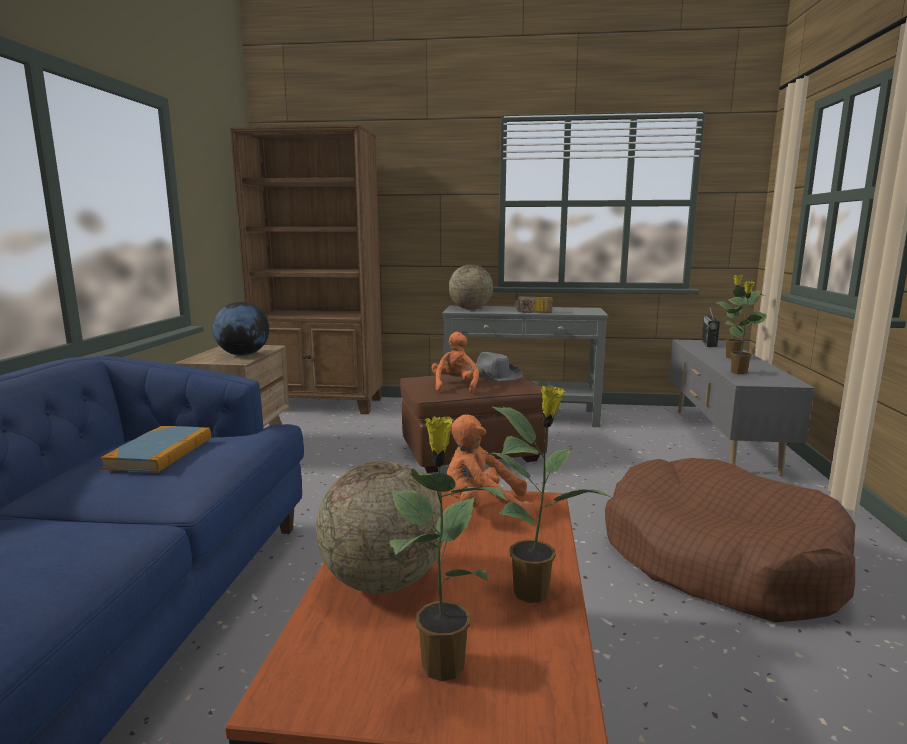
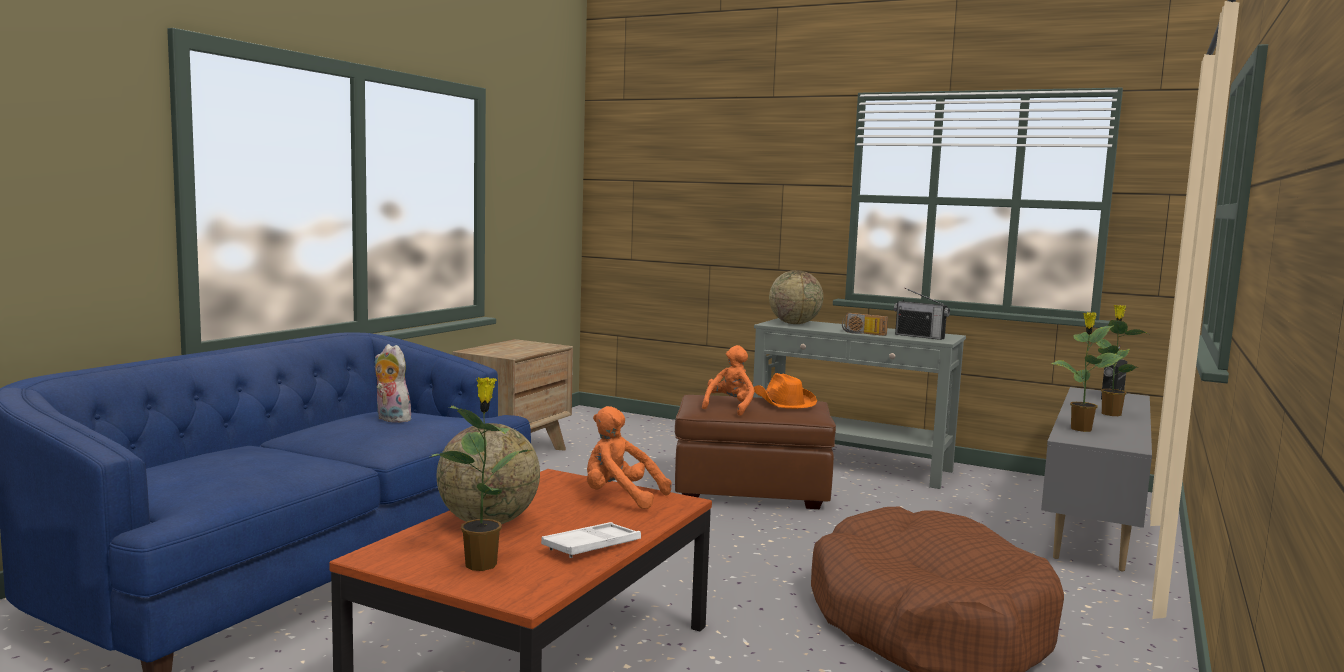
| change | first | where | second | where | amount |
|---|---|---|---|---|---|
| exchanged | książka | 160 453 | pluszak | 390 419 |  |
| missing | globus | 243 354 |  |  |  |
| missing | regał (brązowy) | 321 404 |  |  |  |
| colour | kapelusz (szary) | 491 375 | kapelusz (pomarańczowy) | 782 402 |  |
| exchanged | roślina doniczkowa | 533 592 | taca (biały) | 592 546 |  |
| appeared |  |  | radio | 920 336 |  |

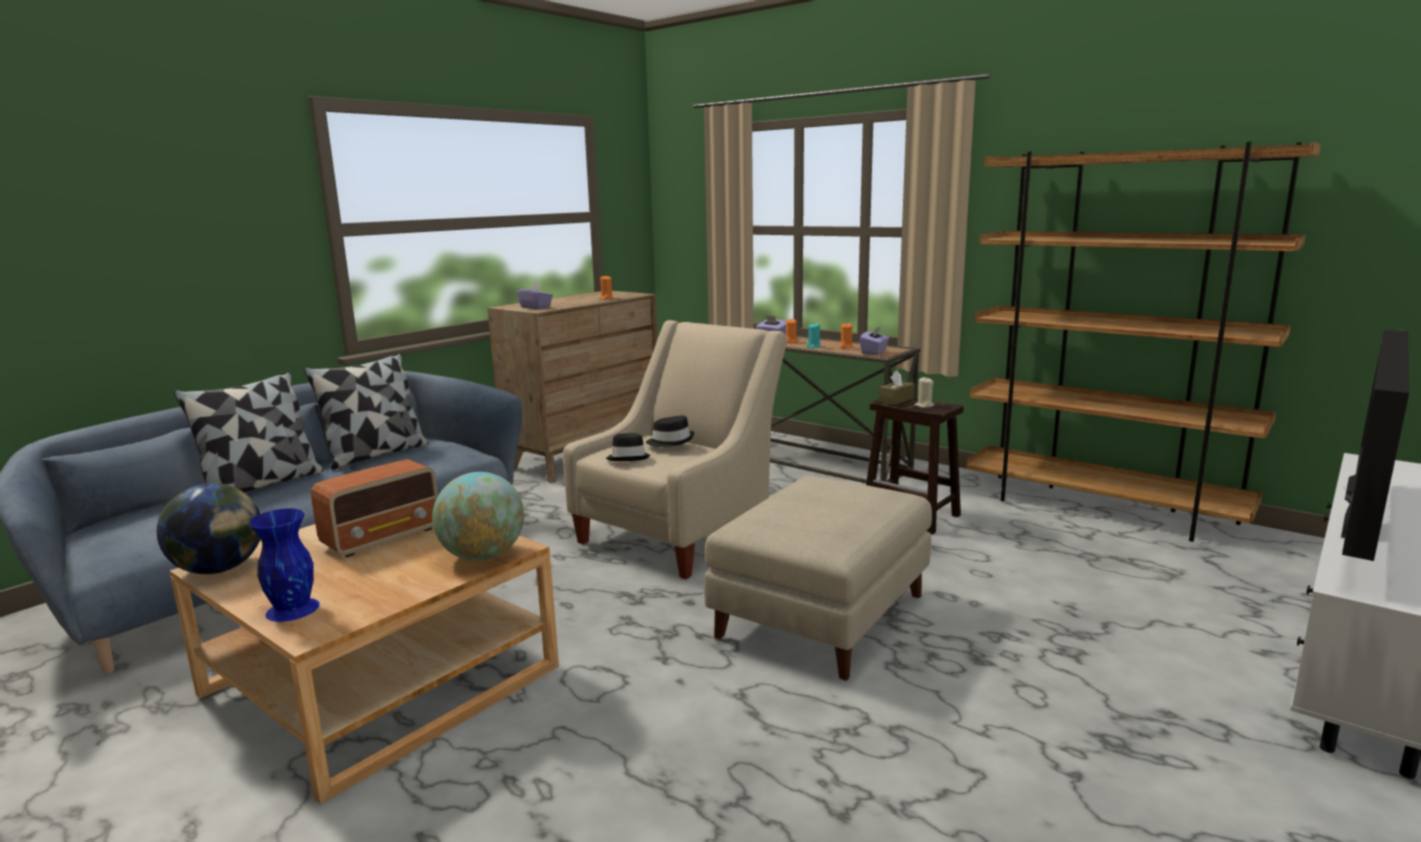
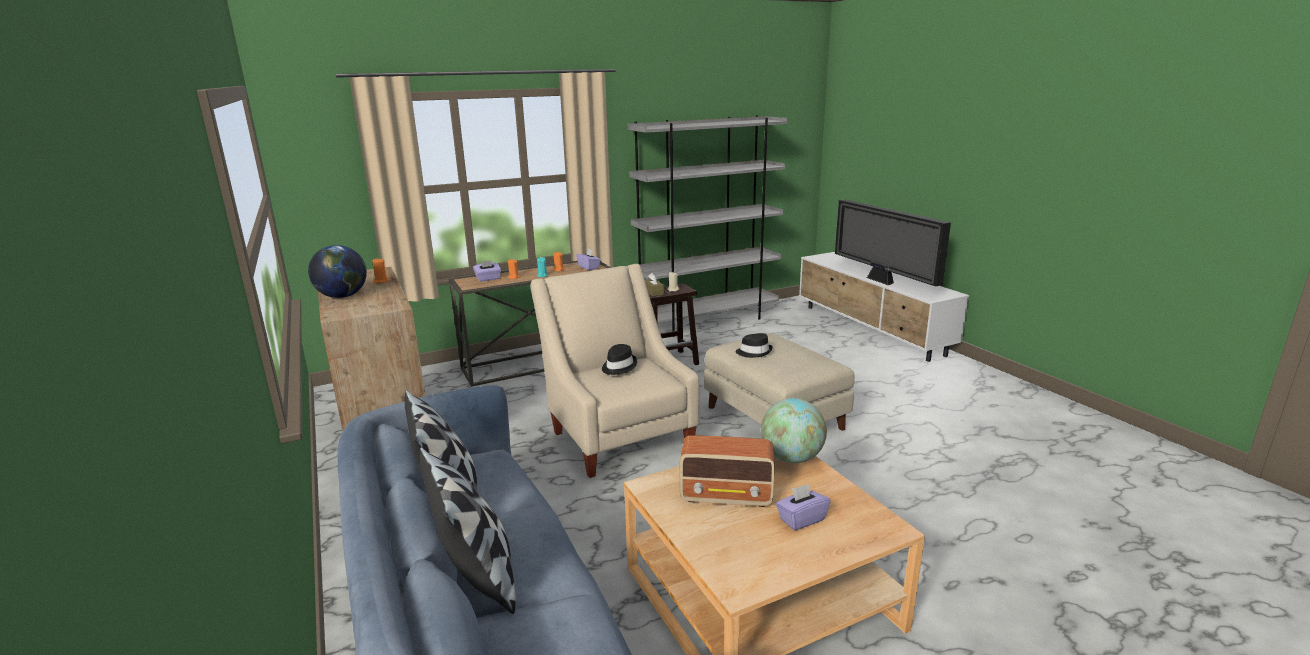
| change | first | where | second | where | amount |
|---|---|---|---|---|---|
| relocated | globus | 219 569 |  | 343 296 |  |
| missing | wazon (niebieski) | 292 609 |  |  |  |
| spun | radio | 383 538 |  | 727 496 | 120 degrees clockwise |
| relocated | pudełko chusteczek (fioletowy) | 536 307 |  | 801 519 |  |
| relocated | kapelusz (czarny) | 628 458 |  | 754 352 |  |
| colour | regał (brązowy) | 1101 509 | regał (szary) | 707 321 |  |

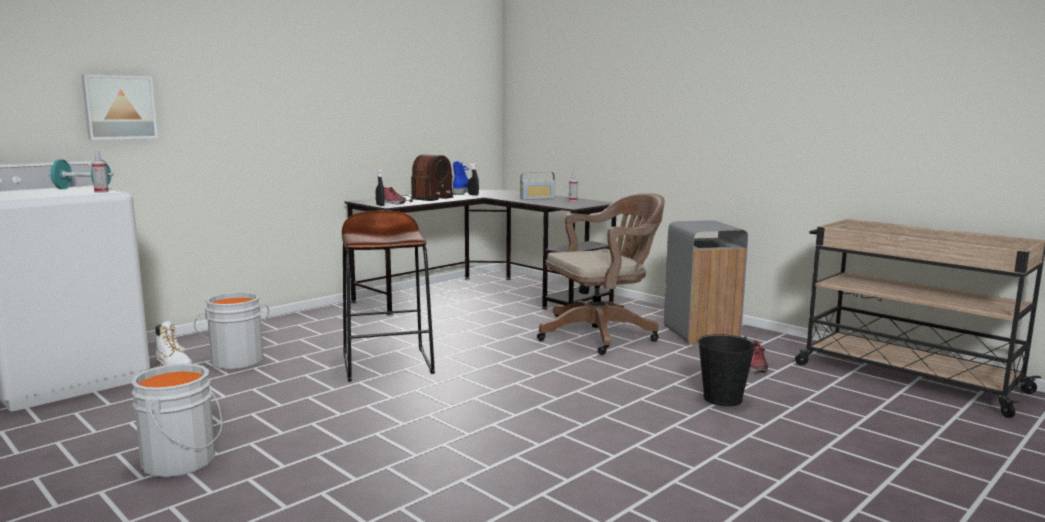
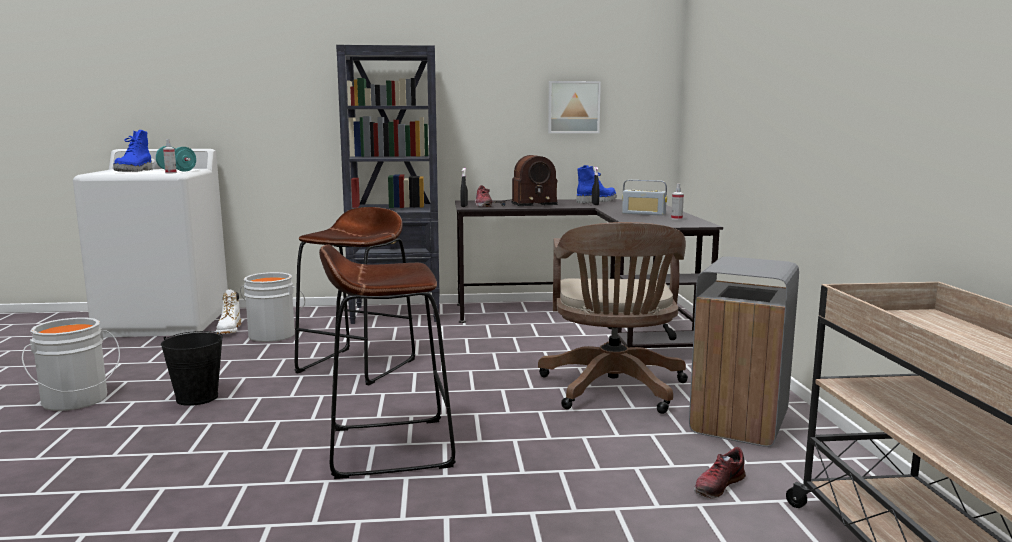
| change | first | where | second | where | amount |
|---|---|---|---|---|---|
| relocated | obraz | 119 107 |  | 573 107 |  |
| spun | krzesło biurowe (brązowy) | 602 334 |  | 613 391 | 75 degrees clockwise |
| relocated | wiadro (czarny) | 723 399 |  | 197 398 |  |
| appeared |  |  | but z cholewką (niebieski) | 135 171 |  |
| appeared |  |  | stołek (brązowy) | 389 447 |  |
| appeared |  |  | regał (czarny) | 397 314 |  |

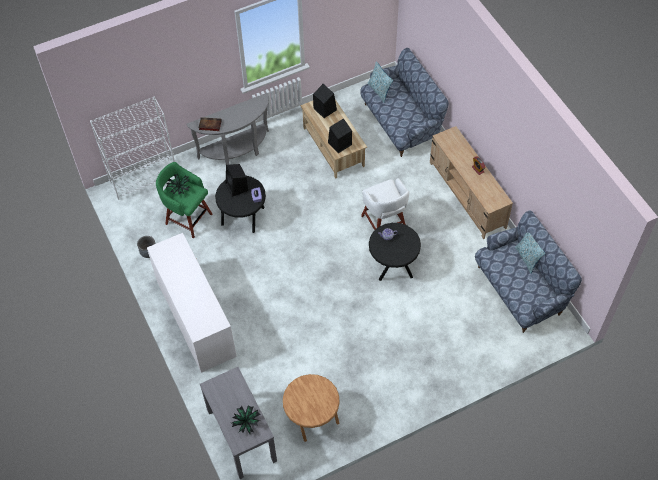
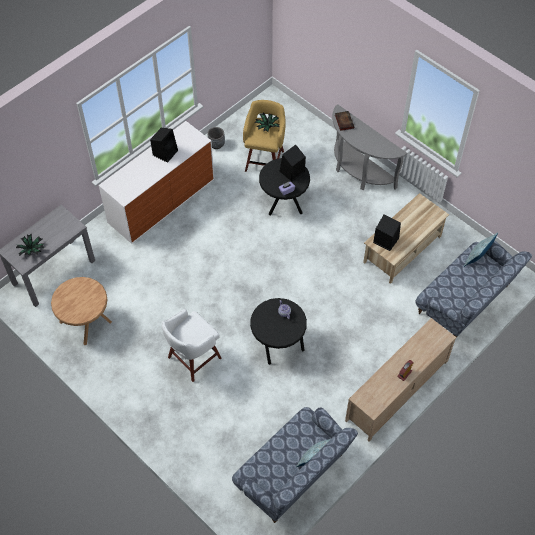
| change | first | where | second | where | amount |
|---|---|---|---|---|---|
| missing | regał (biały) | 144 178 |  |  |  |
| colour | stołek (zielony) | 187 218 | stołek (żółty) | 265 160 |  |
| relocated | głośnik (czarny) | 324 109 |  | 165 152 |  |
| relocated | stołek (biały) | 384 224 |  | 193 358 |  |

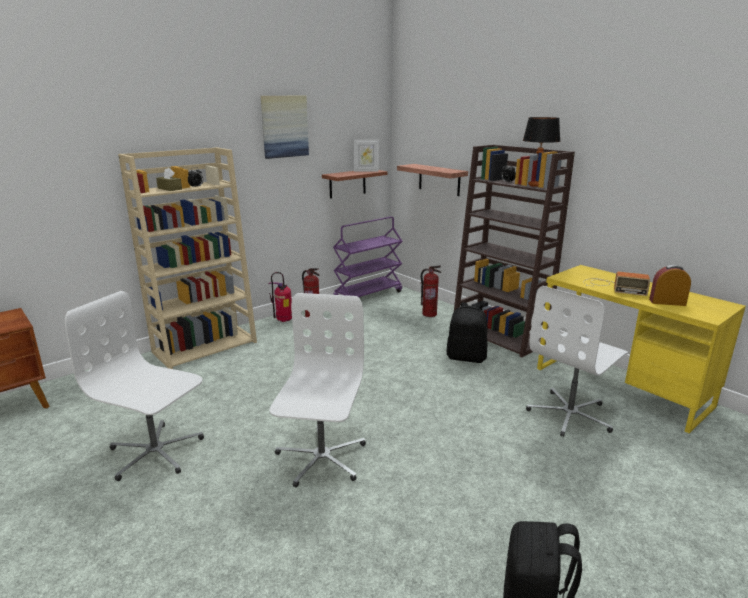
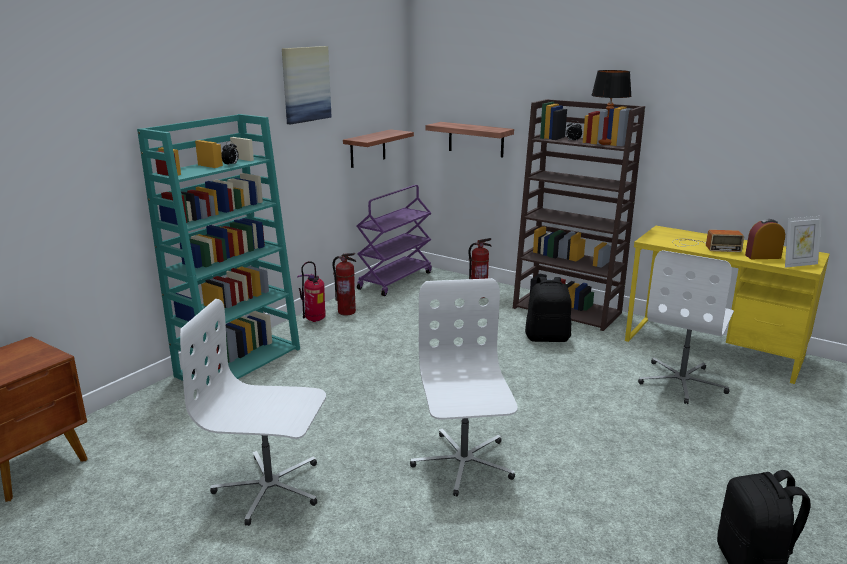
| change | first | where | second | where | amount |
|---|---|---|---|---|---|
| colour | regał (beżowy) | 205 346 | regał (turkusowy) | 239 361 |  |
| missing | pudełko chusteczek (brązowy) | 169 189 |  |  |  |
| relocated | ramka na zdjęcie | 366 171 |  | 798 264 |  |

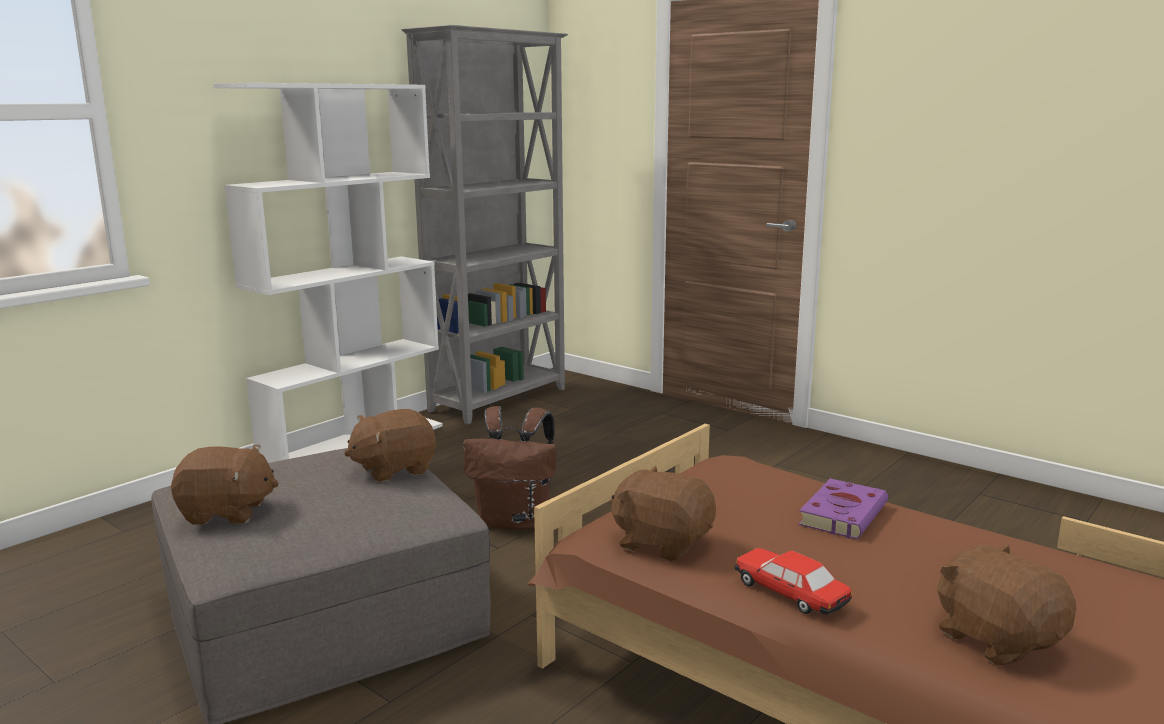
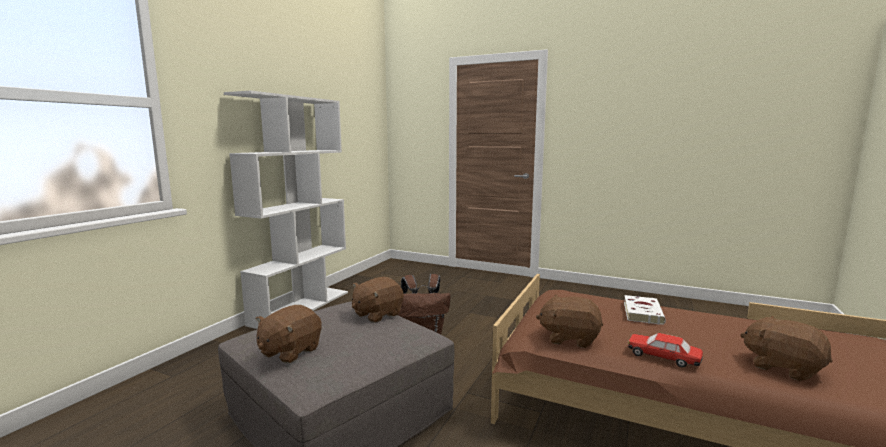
| change | first | where | second | where | amount |
|---|---|---|---|---|---|
| spun | pluszak (brązowy) | 227 512 |  | 289 351 | 135 degrees clockwise |
| missing | regał (szary) | 500 400 |  |  |  |
| colour | książka (fioletowy) | 843 514 | książka (biały) | 642 312 |  |

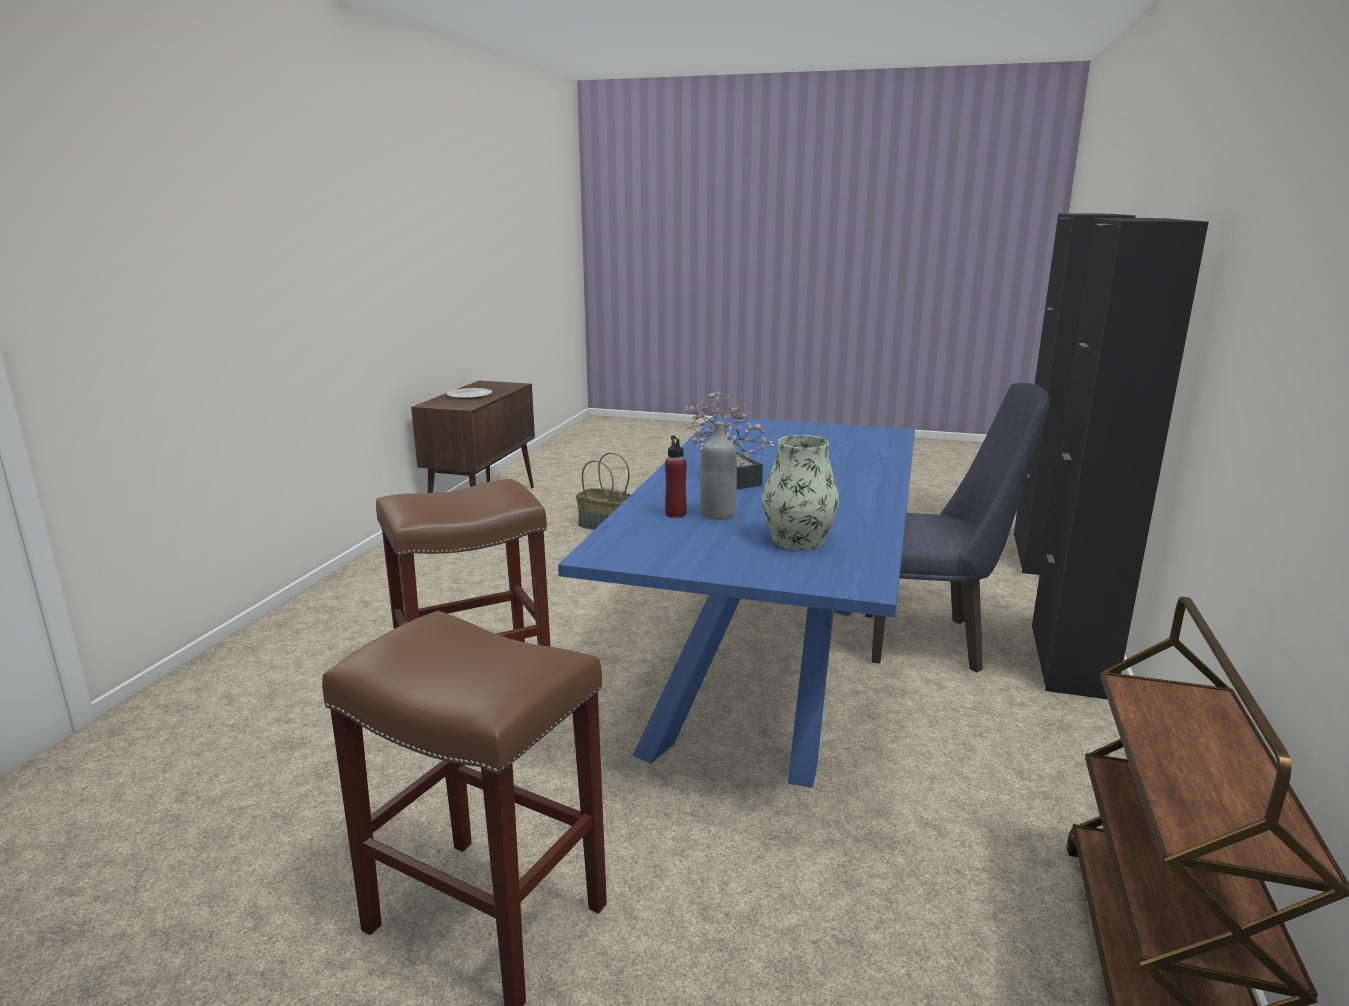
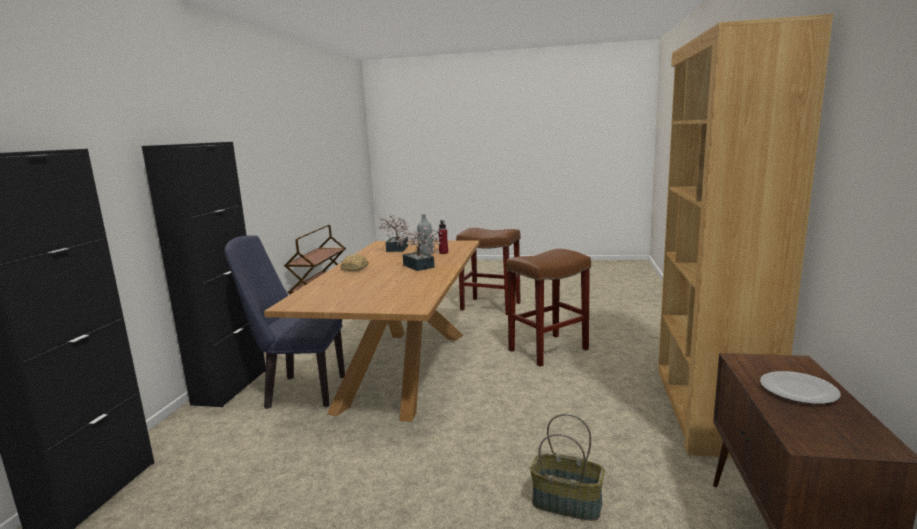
| change | first | where | second | where | amount |
|---|---|---|---|---|---|
| colour | stół jadalny (niebieski) | 766 667 | stół jadalny (brązowy) | 403 369 |  |
| exchanged | wazon | 798 540 | roślina doniczkowa | 396 249 |  |
| appeared |  |  | chleb | 355 268 |  |
| appeared |  |  | regał (brązowy) | 707 409 |  |

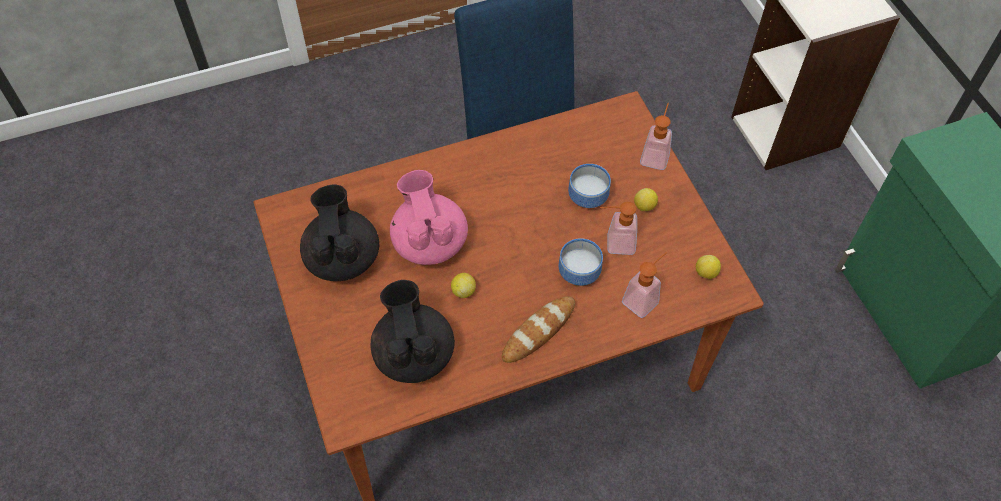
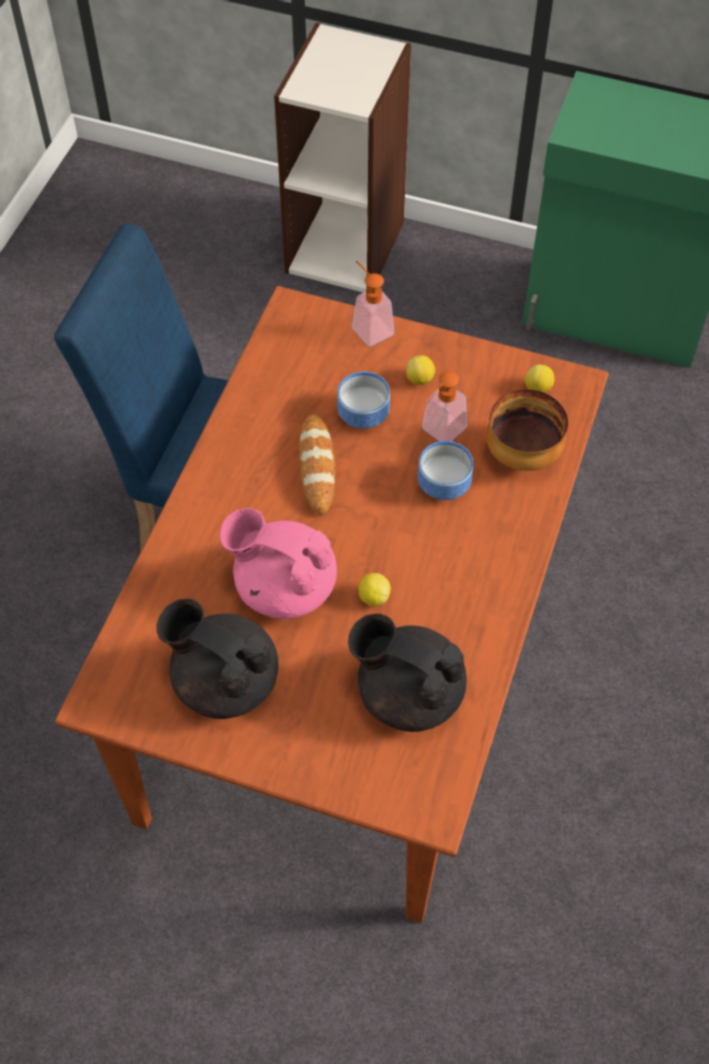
| change | first | where | second | where | amount |
|---|---|---|---|---|---|
| relocated | chleb | 538 331 |  | 317 467 |  |
| exchanged | dozownik mydła | 644 298 | miska | 521 455 |  |

